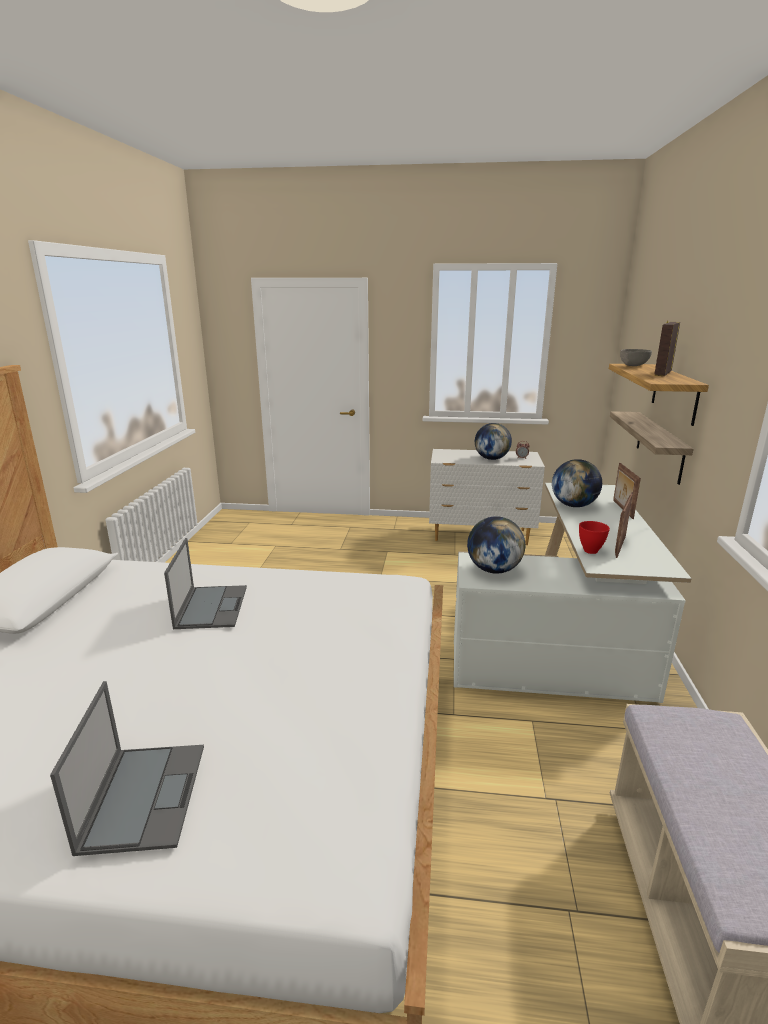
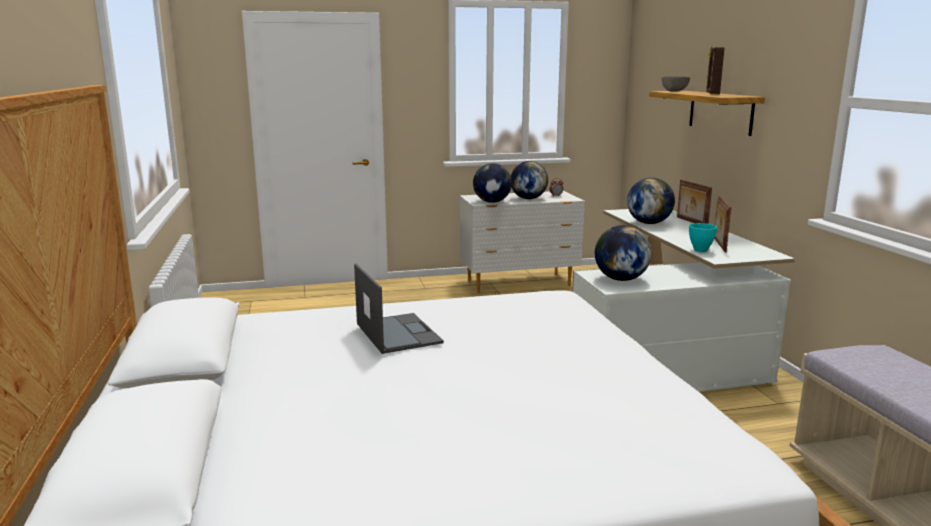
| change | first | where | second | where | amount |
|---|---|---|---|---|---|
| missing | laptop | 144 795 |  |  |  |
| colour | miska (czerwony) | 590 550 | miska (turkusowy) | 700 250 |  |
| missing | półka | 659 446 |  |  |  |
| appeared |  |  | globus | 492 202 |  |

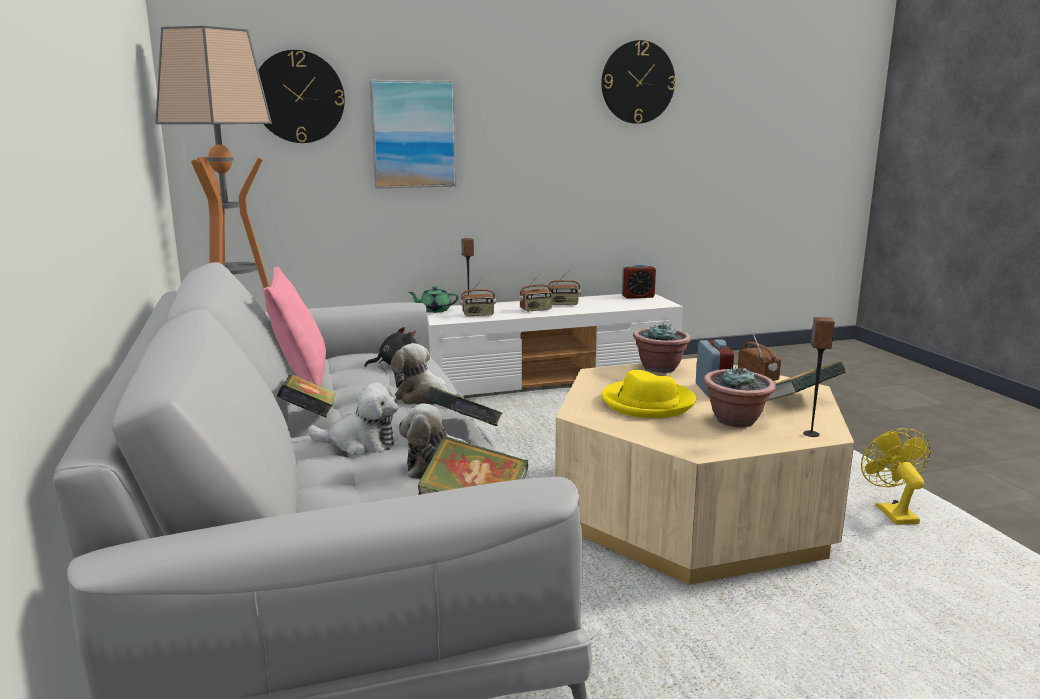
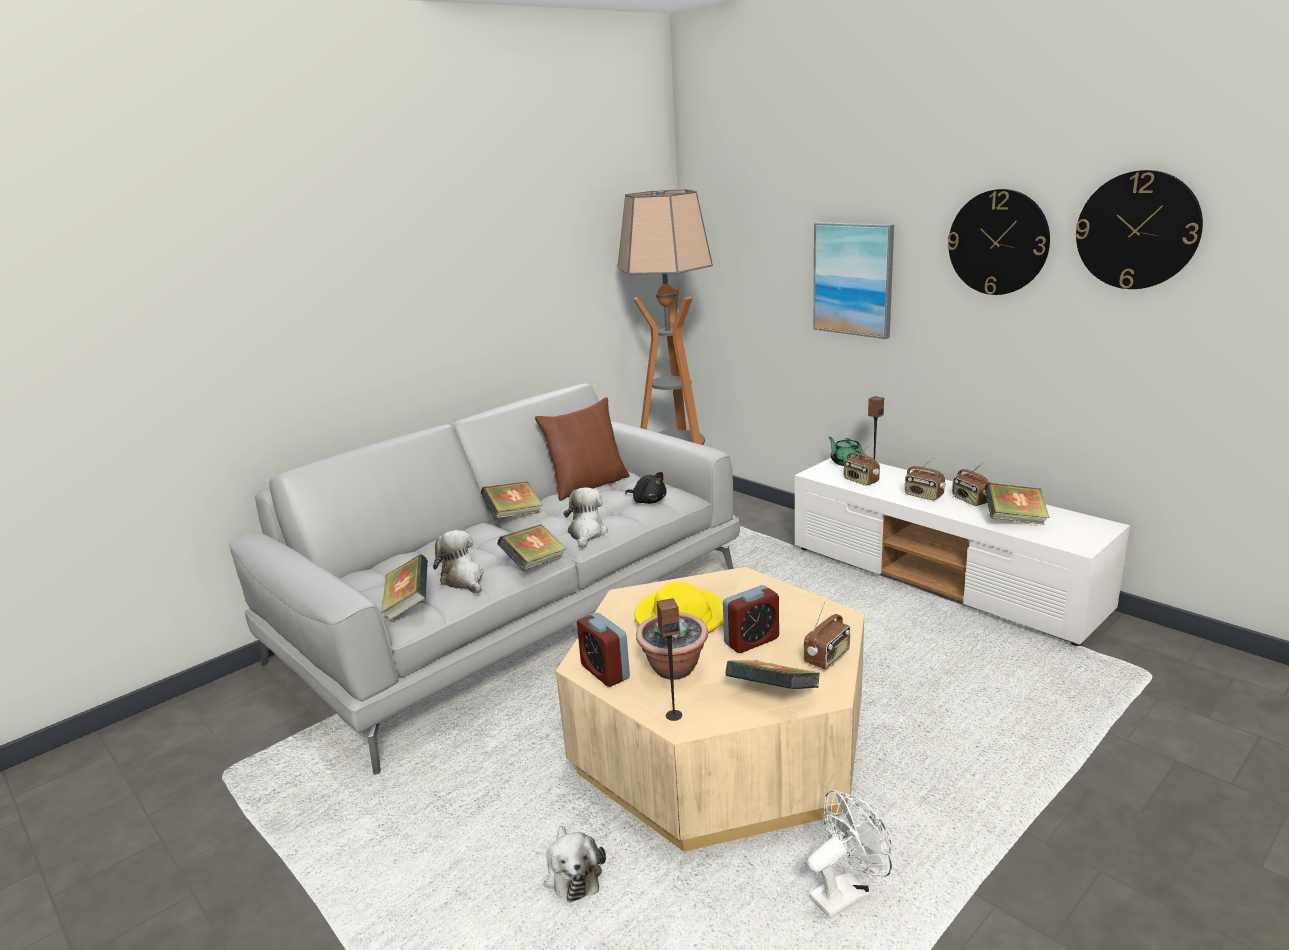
| change | first | where | second | where | amount |
|---|---|---|---|---|---|
| relocated | zegar ścienny | 299 97 |  | 998 242 |  |
| colour | poduszka (różowy) | 301 376 | poduszka (brązowy) | 587 485 |  |
| relocated | pluszak | 360 443 |  | 572 874 |  |
| relocated | budzik | 638 296 |  | 605 672 |  |
| missing | roślina doniczkowa | 660 368 |  |  |  |
| colour | wentylator (żółty) | 891 512 | wentylator (biały) | 846 892 |  |
| appeared |  |  | książka | 1014 520 |  |

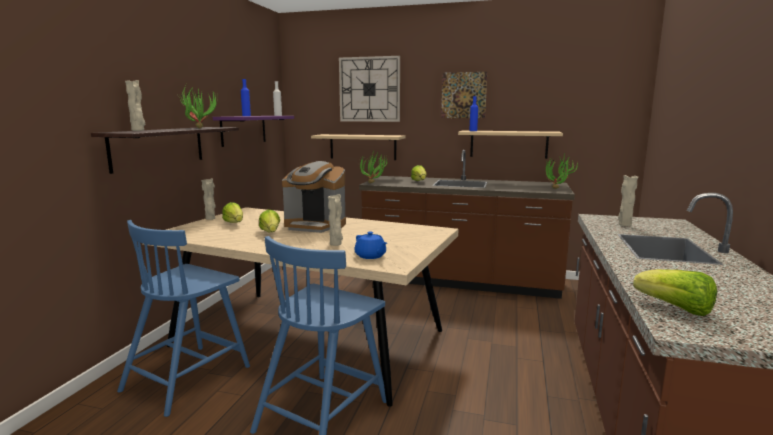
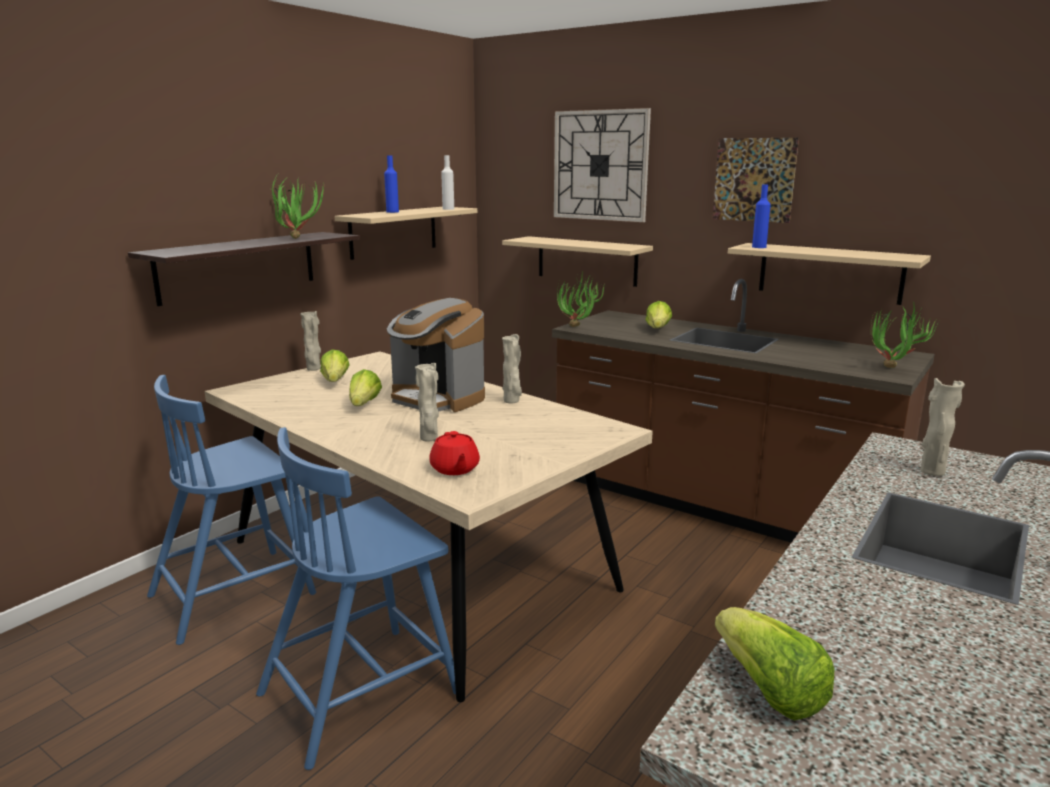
| change | first | where | second | where | amount |
|---|---|---|---|---|---|
| relocated | wazon (beżowy) | 138 130 |  | 512 401 |  |
| colour | półka (fioletowy) | 244 130 | półka (beżowy) | 393 232 |  |
| colour | imbryk (niebieski) | 370 256 | imbryk (czerwony) | 454 469 |  |

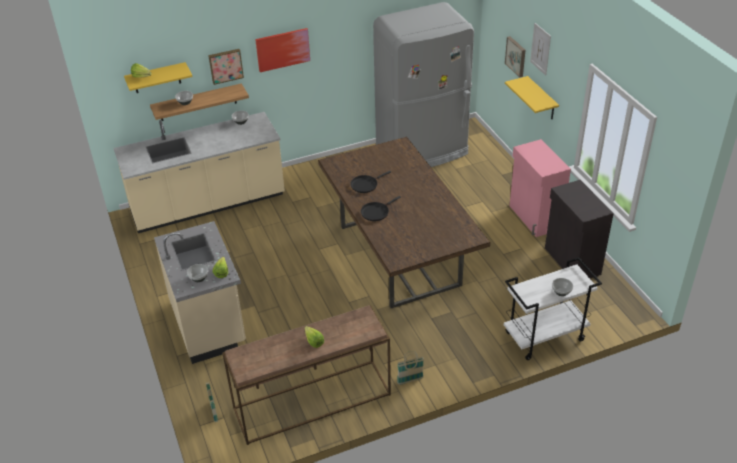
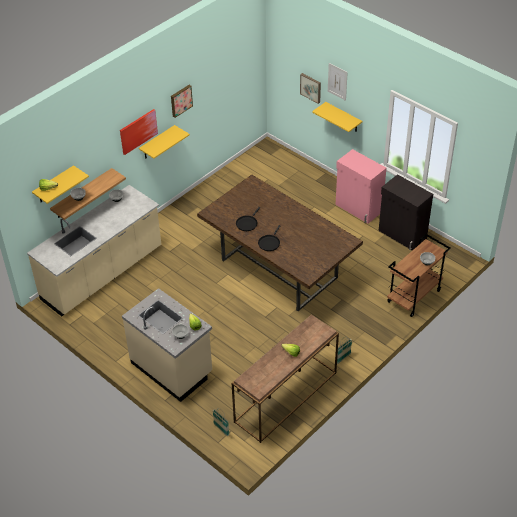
| change | first | where | second | where | amount |
|---|---|---|---|---|---|
| relocated | obraz | 225 65 |  | 180 100 |  |
| missing | lodówka (szary) | 423 150 |  |  |  |
| colour | wózek (biały) | 544 337 | wózek (brązowy) | 414 297 |  |
| appeared |  |  | półka (żółty) | 157 143 |  |

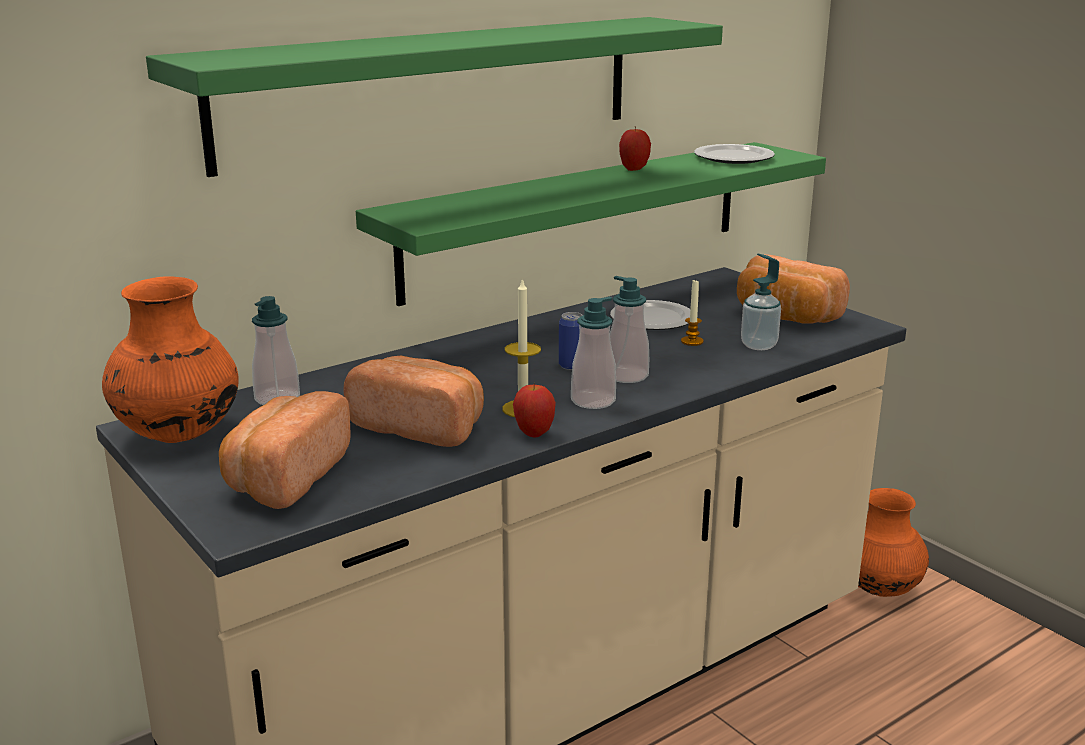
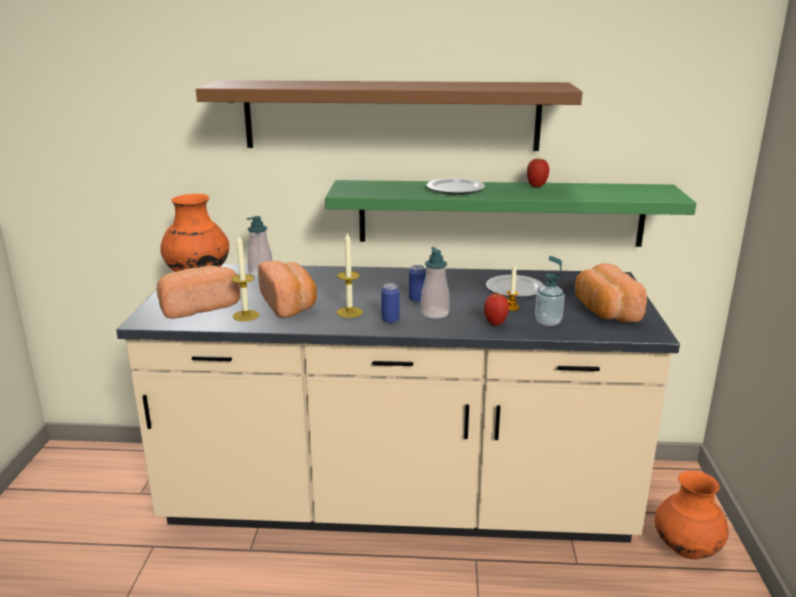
| change | first | where | second | where | amount |
|---|---|---|---|---|---|
| colour | półka (zielony) | 434 89 | półka (brązowy) | 391 115 |  |
| relocated | jabłko | 534 433 |  | 495 323 |  |
| exchanged | dozownik mydła | 593 401 | puszka | 390 320 |  |
| relocated | talerz | 735 157 |  | 456 189 |  |
| appeared |  |  | świeca | 246 315 |  |

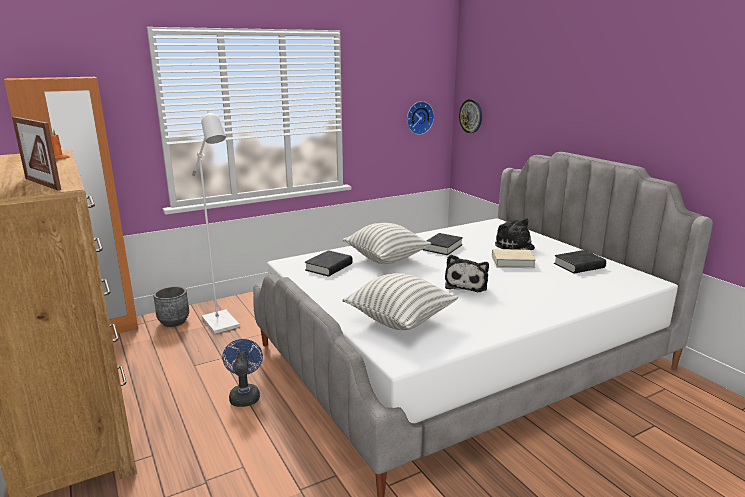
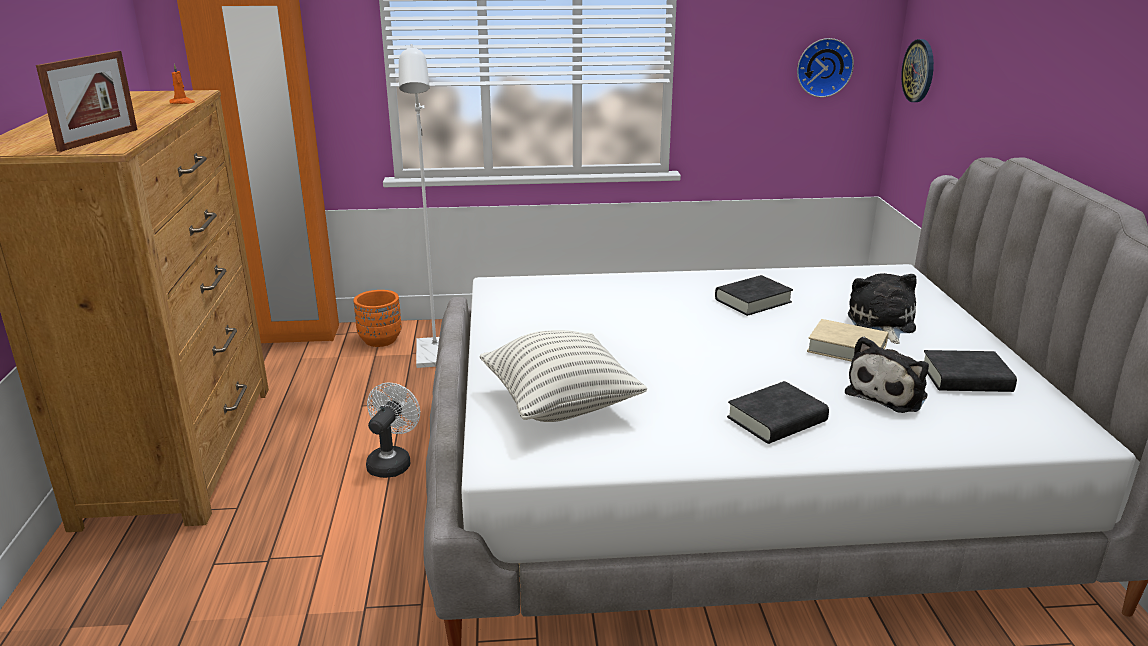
| change | first | where | second | where | amount |
|---|---|---|---|---|---|
| spun | ramka na zdjęcie | 42 184 |  | 99 140 | 135 degrees counterclockwise |
| colour | donica (szary) | 174 322 | donica (pomarańczowy) | 380 340 |  |
| colour | wentylator (niebieski) | 244 395 | wentylator (biały) | 392 462 |  |
| relocated | książka (czarny) | 329 267 |  | 776 420 |  |
| missing | poduszka | 386 259 |  |  |  |
| relocated | pluszak | 466 284 |  | 889 393 |  |

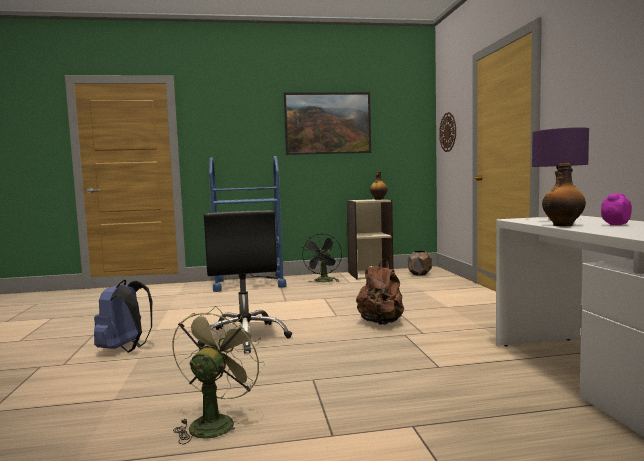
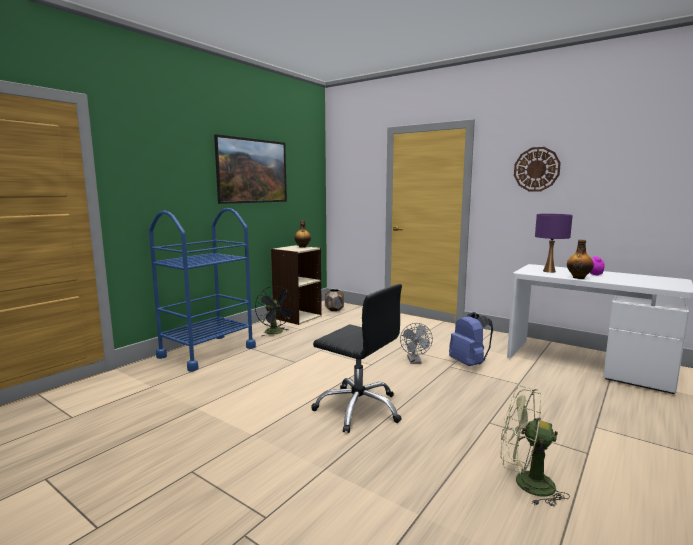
| change | first | where | second | where | amount |
|---|---|---|---|---|---|
| relocated | plecak (niebieski) | 125 349 |  | 469 364 |  |
| spun | wentylator (zielony) | 215 422 |  | 525 484 | 45 degrees counterclockwise |
| exchanged | plecak (brązowy) | 381 323 | wentylator (szary) | 415 361 |  |
| relocated | zegar ścienny | 448 132 |  | 536 169 |  |

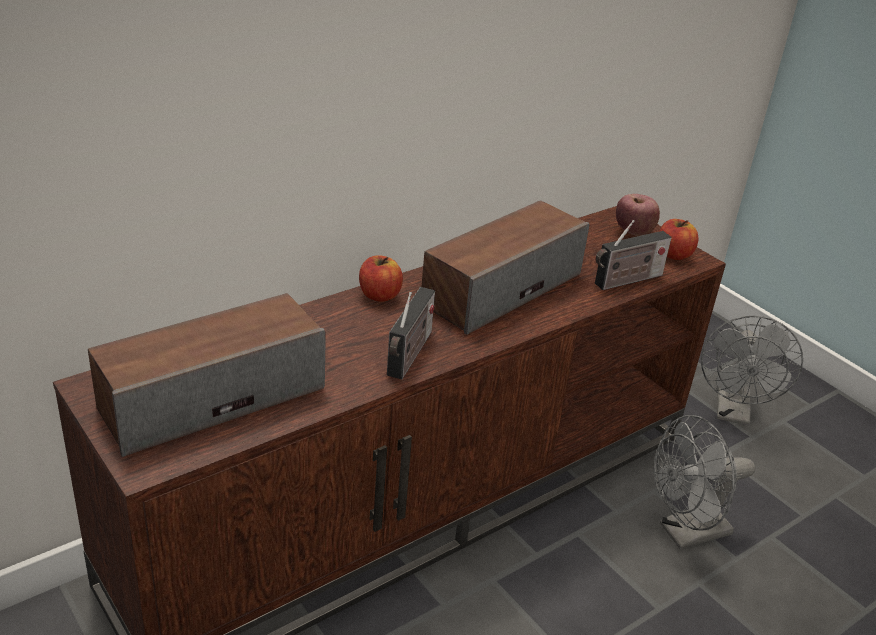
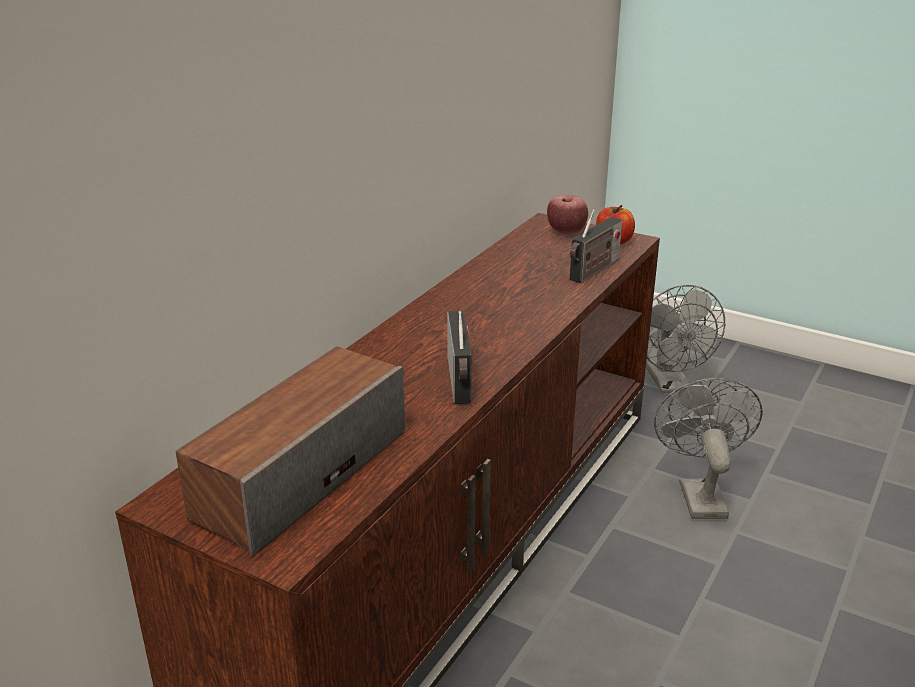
| change | first | where | second | where | amount |
|---|---|---|---|---|---|
| missing | jabłko | 379 295 |  |  |  |
| missing | głośnik | 501 288 |  |  |  |
| spun | wentylator (szary) | 686 533 |  | 699 494 | 135 degrees clockwise |

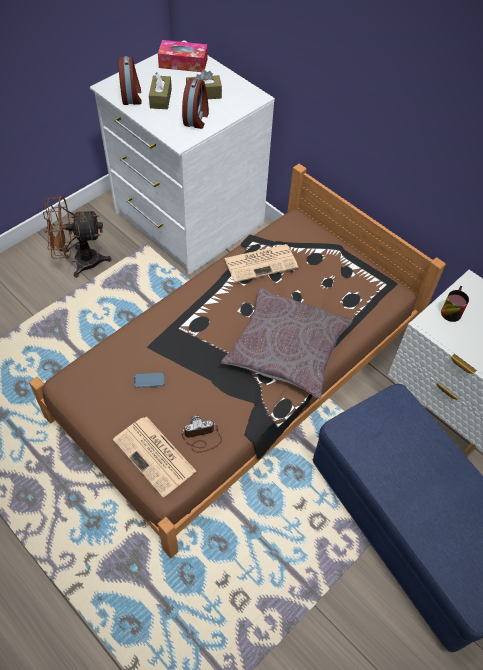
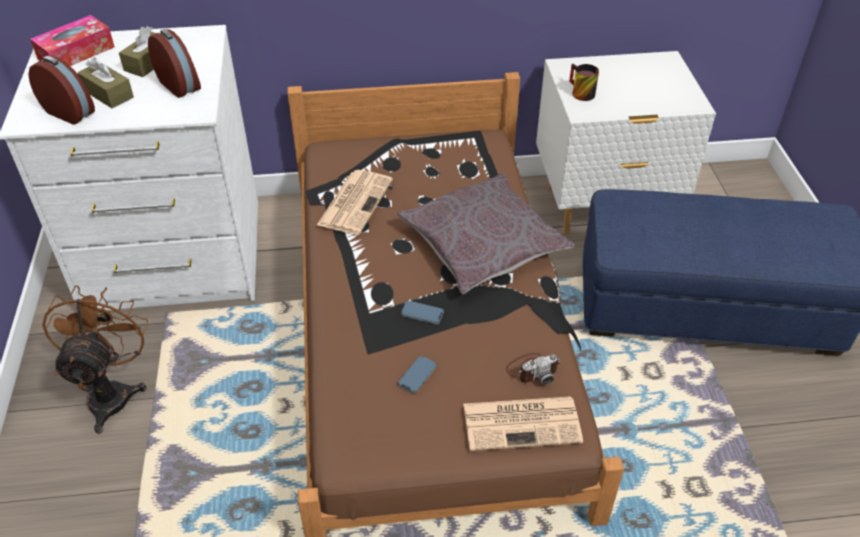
| change | first | where | second | where | amount |
|---|---|---|---|---|---|
| spun | wentylator (brązowy) | 80 261 |  | 112 392 | 150 degrees clockwise |
| spun | aparat fotograficzny | 201 438 |  | 532 370 | 135 degrees counterclockwise |
| appeared |  |  | telefon | 422 314 |  |

